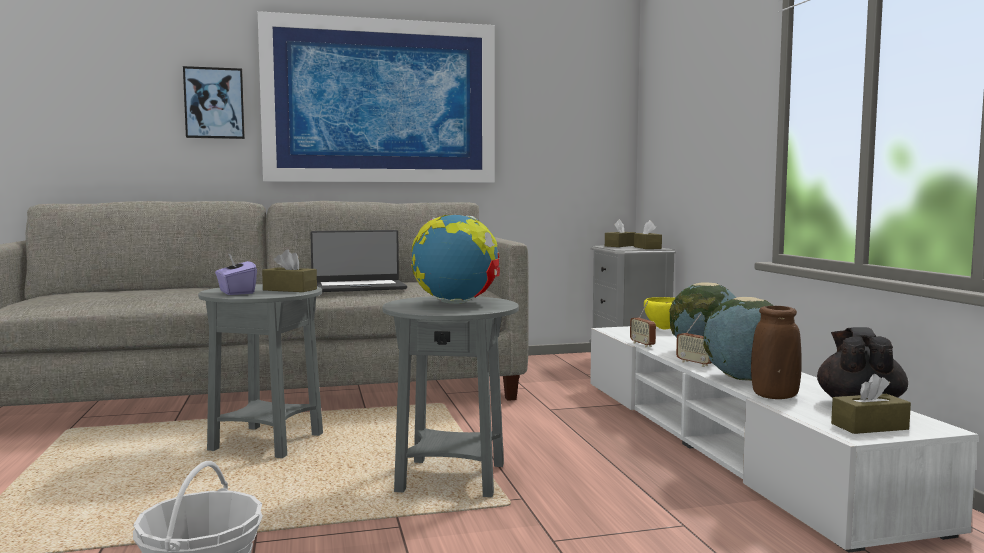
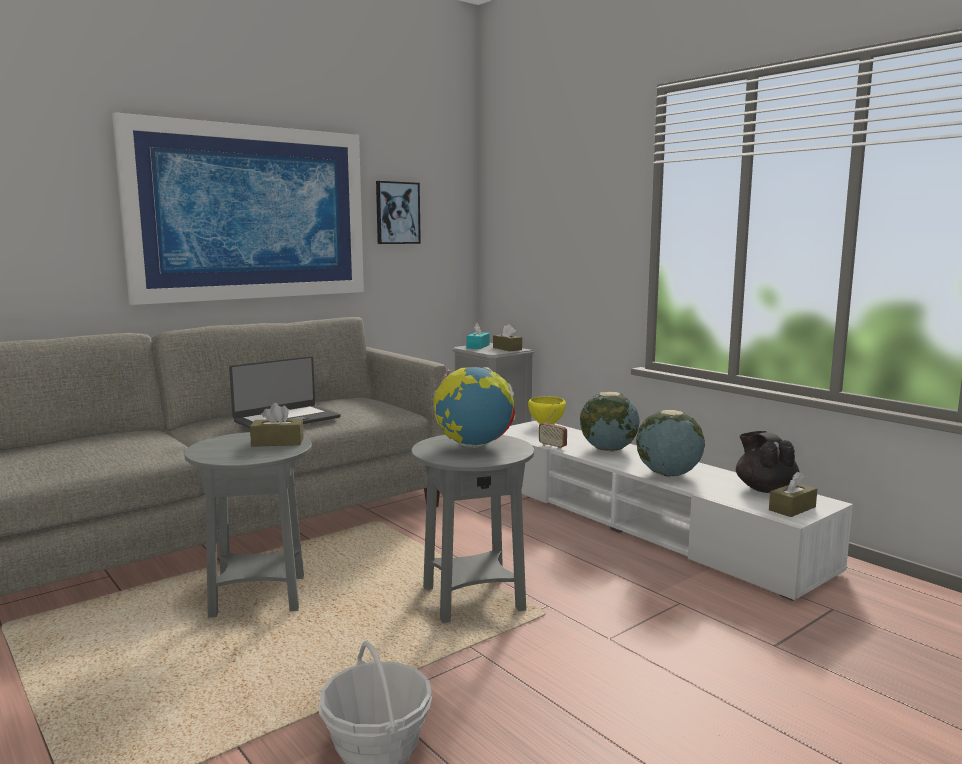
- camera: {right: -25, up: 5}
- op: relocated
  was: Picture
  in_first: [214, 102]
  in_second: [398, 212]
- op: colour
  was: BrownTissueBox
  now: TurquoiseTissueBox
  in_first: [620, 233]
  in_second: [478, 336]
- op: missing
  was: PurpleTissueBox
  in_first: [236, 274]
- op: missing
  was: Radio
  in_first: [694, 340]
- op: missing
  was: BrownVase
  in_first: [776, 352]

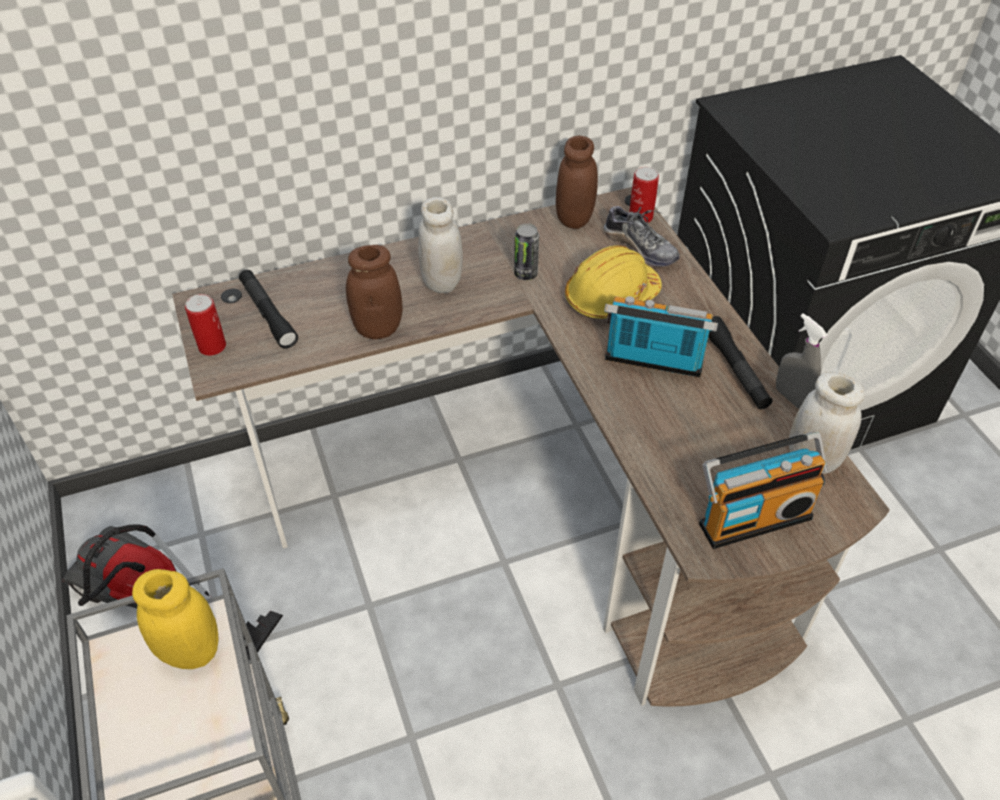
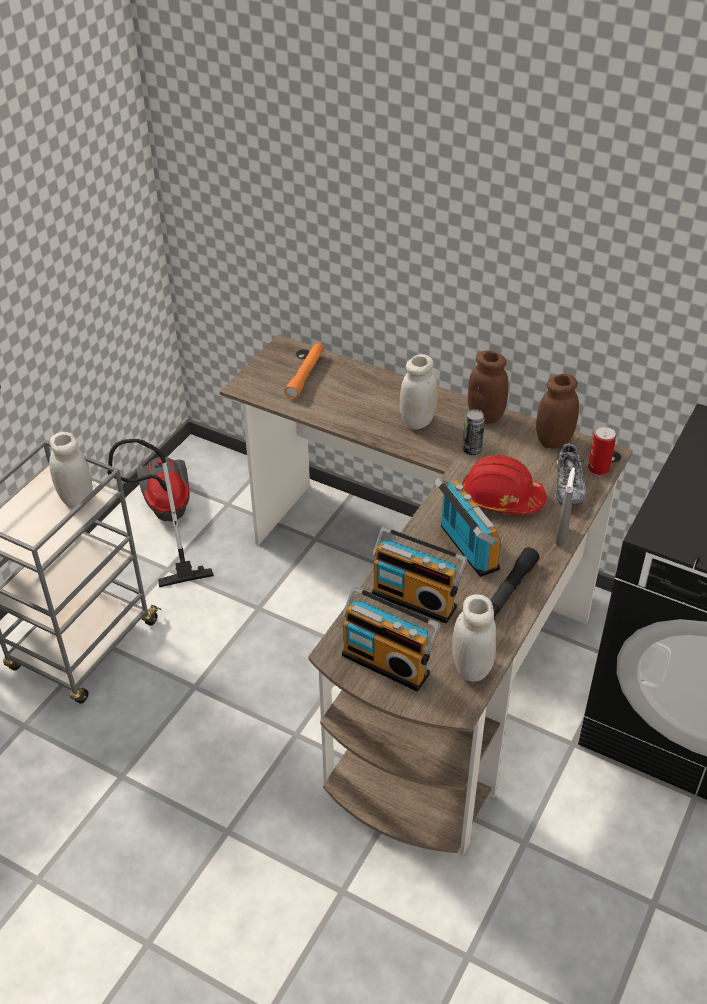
- camera: {right: 50, up: -5}
- op: colour
  was: YellowJar
  now: WhiteJar
  in_first: [175, 619]
  in_second: [71, 470]
- op: colour
  was: BlackFlashlight
  now: OrangeFlashlight
  in_first: [268, 309]
  in_second: [304, 370]
- op: appeared
  now: Radio
  in_second: [420, 575]
- op: colour
  was: YellowHardHat
  now: RedHardHat
  in_first: [613, 282]
  in_second: [504, 484]
- op: relocated
  was: BrownJar
  in_first: [374, 292]
  in_second: [488, 387]
- op: relocated
  was: GreySprayBottle
  in_first: [802, 361]
  in_second: [565, 506]
- op: missing
  was: Can
  in_first: [205, 325]

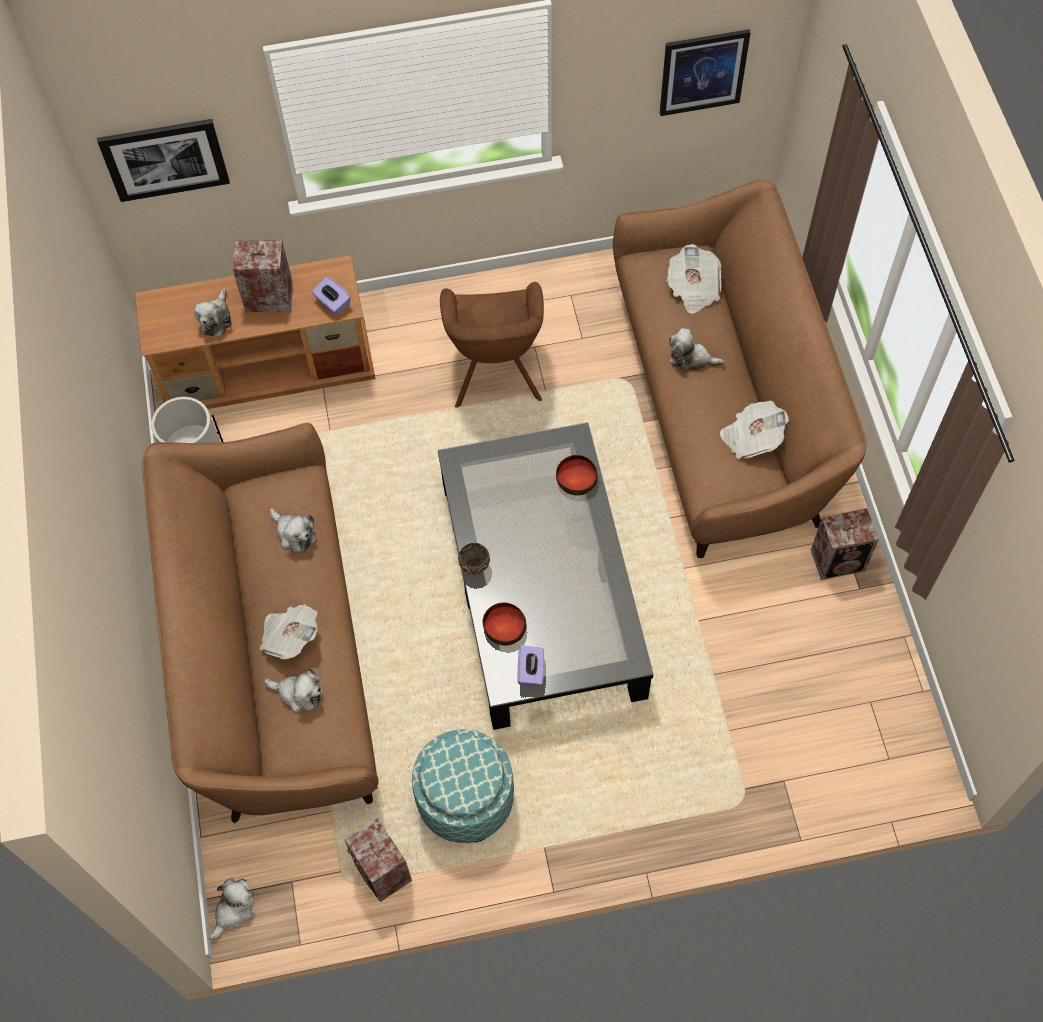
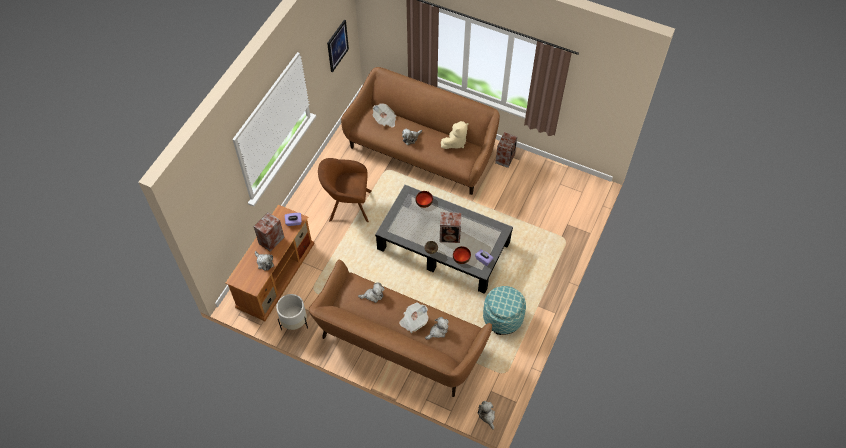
- camera: {right: -55, up: -5}
- op: spun
  was: BrownArmchair
  in_first: [492, 345]
  in_second: [345, 190]
  clockwise: 150
- op: relocated
  was: Speaker
  in_first: [378, 860]
  in_second: [450, 227]
- op: exchanged
  was: Newspaper
  now: BeigePlushToy
  in_first: [754, 430]
  in_second: [454, 135]
- op: missing
  was: Picture
  in_first: [163, 160]

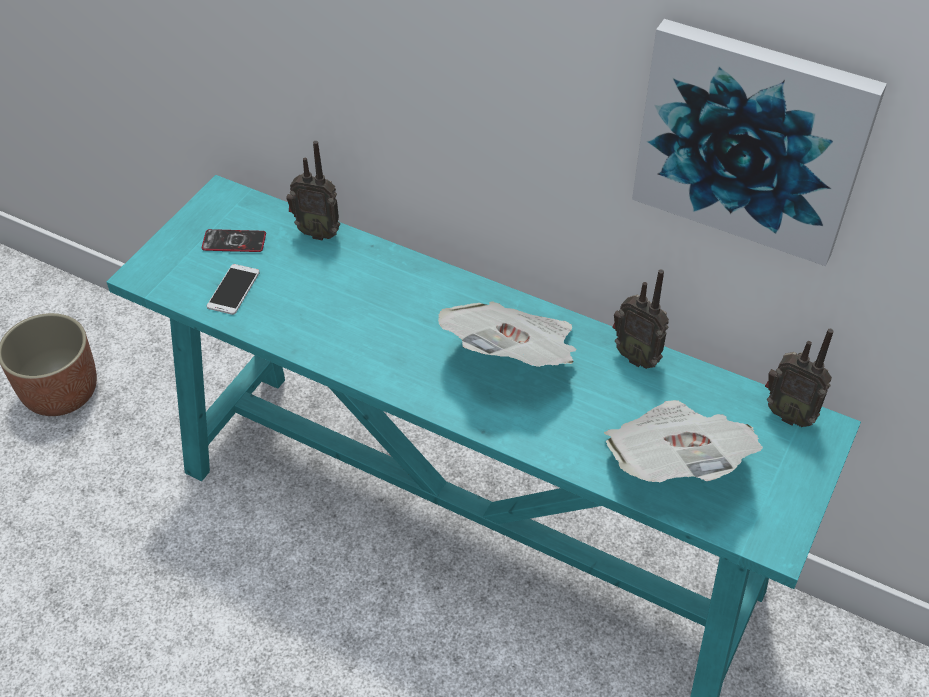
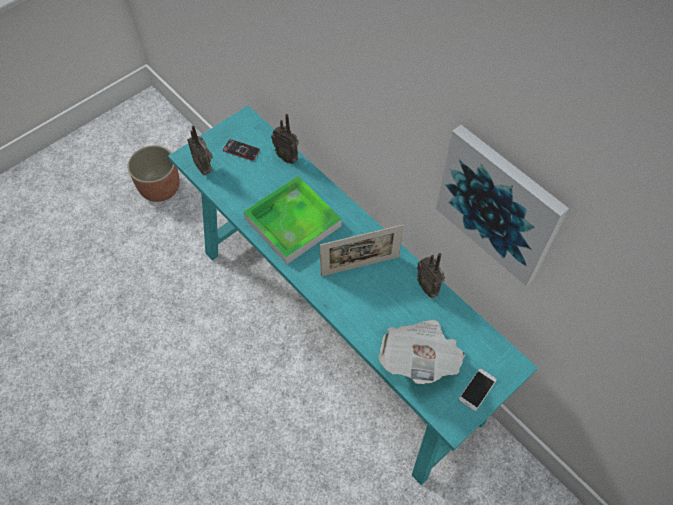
- camera: {right: 20, up: 10}
- op: relocated
  was: Radio
  in_first: [799, 378]
  in_second: [200, 150]
- op: appeared
  now: Tray
  in_second: [292, 220]
- op: exchanged
  was: Newspaper
  now: PictureFrame
  in_first: [507, 334]
  in_second: [362, 250]
- op: relocated
  was: Phone
  in_first: [233, 289]
  in_second: [478, 389]

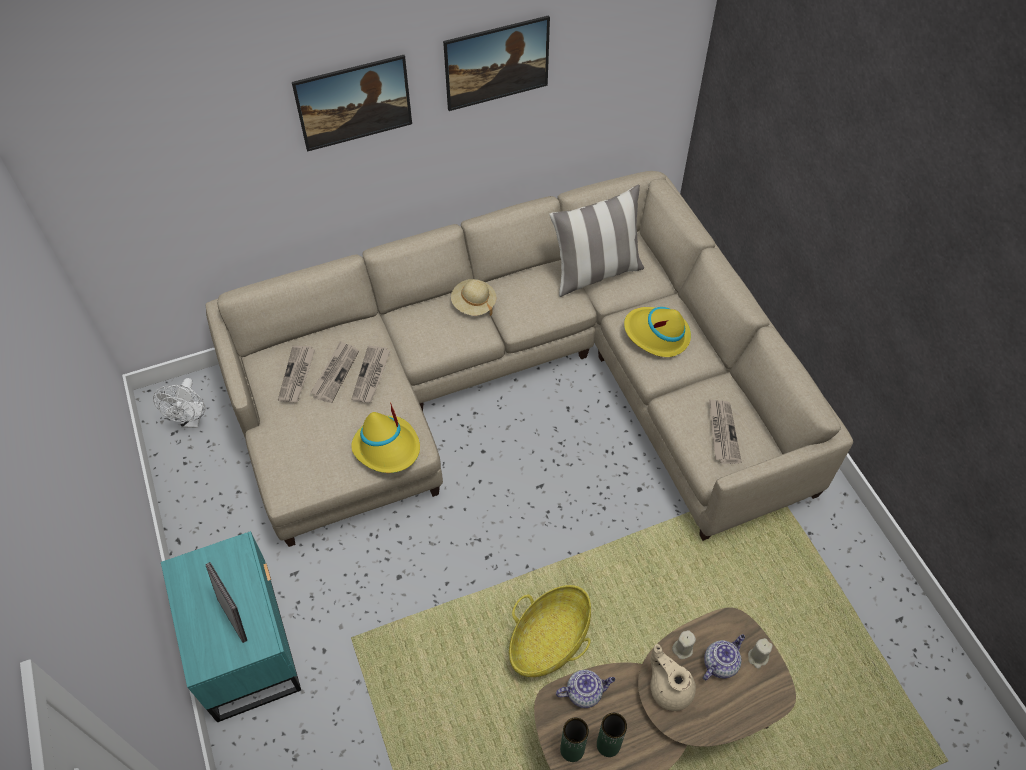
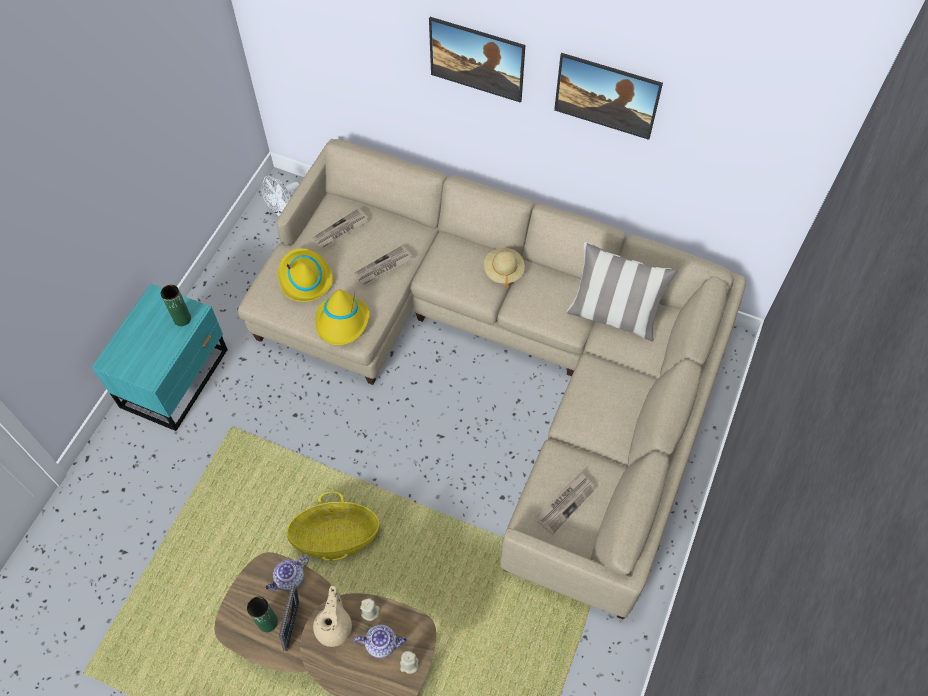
- camera: {right: 45, up: 5}
- op: relocated
  was: GreenVase
  in_first: [574, 740]
  in_second: [176, 305]
- op: spun
  was: Teapot
  in_first: [585, 689]
  in_second: [287, 573]
  clockwise: 105
- op: relocated
  was: YellowHat
  in_first: [657, 332]
  in_second: [305, 275]
- op: relocated
  was: PictureFrame
  in_first: [226, 602]
  in_second: [289, 617]
- op: missing
  was: Newspaper
  in_first: [334, 372]

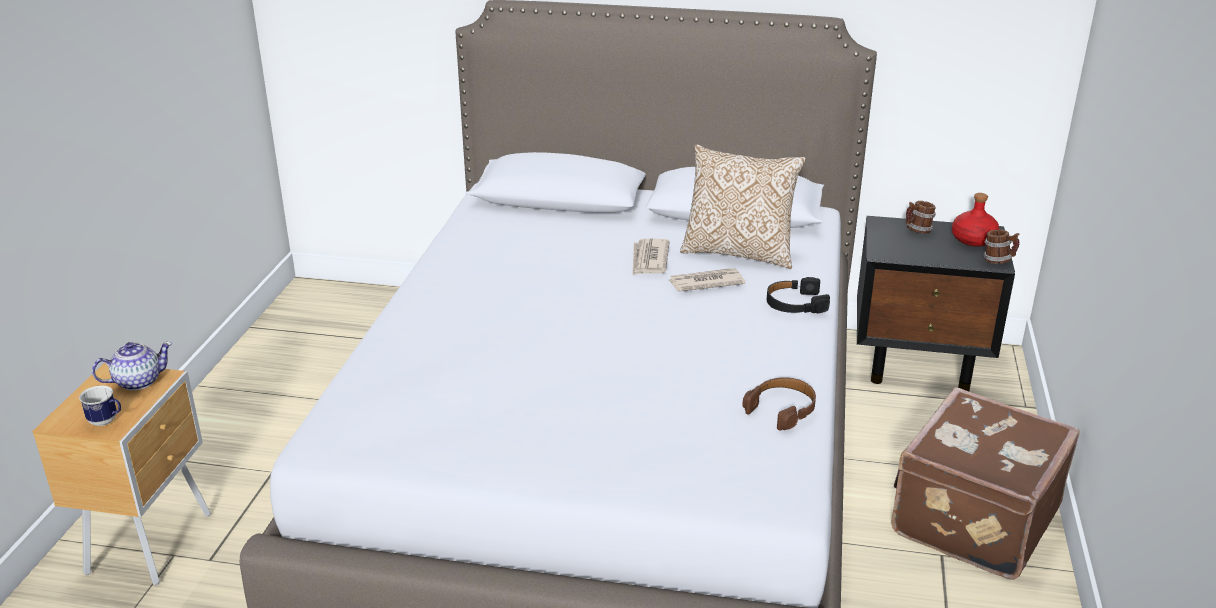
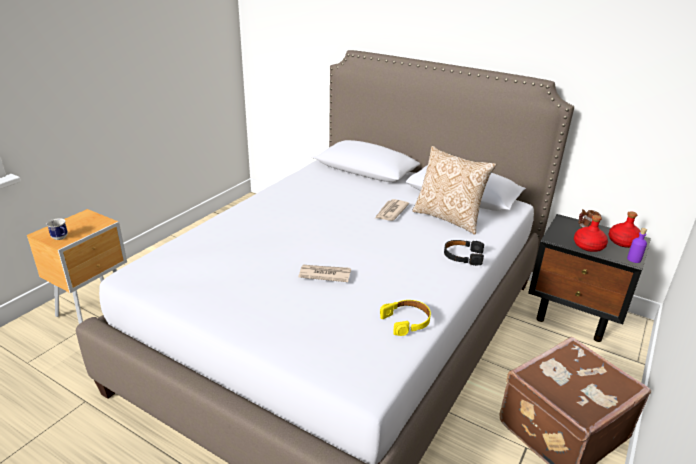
- camera: {right: 20, up: 0}
- op: relocated
  was: Newspaper
  in_first: [707, 279]
  in_second: [324, 273]
- op: colour
  was: BrownHeadphones
  now: YellowHeadphones
  in_first: [779, 403]
  in_second: [405, 318]
- op: appeared
  now: RedBottle
  in_second: [591, 233]
- op: exchanged
  was: Mug
  now: PurpleBottle
  in_first: [1001, 246]
  in_second: [637, 245]
- op: missing
  was: Teapot
  in_first: [132, 366]

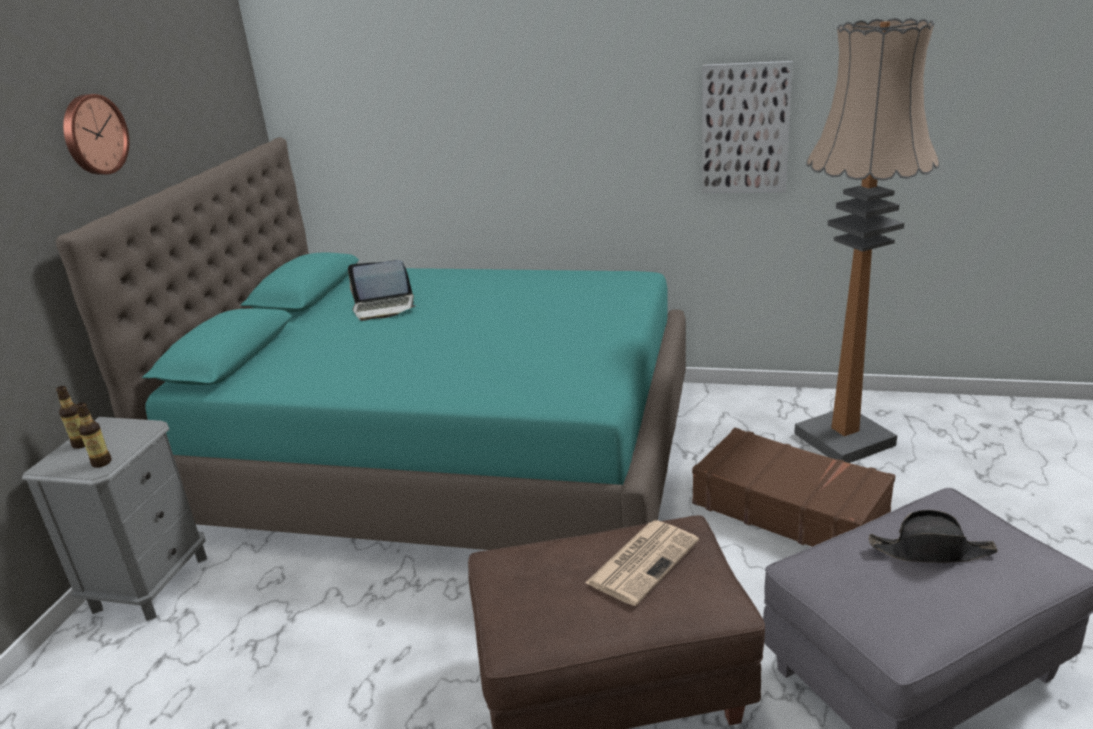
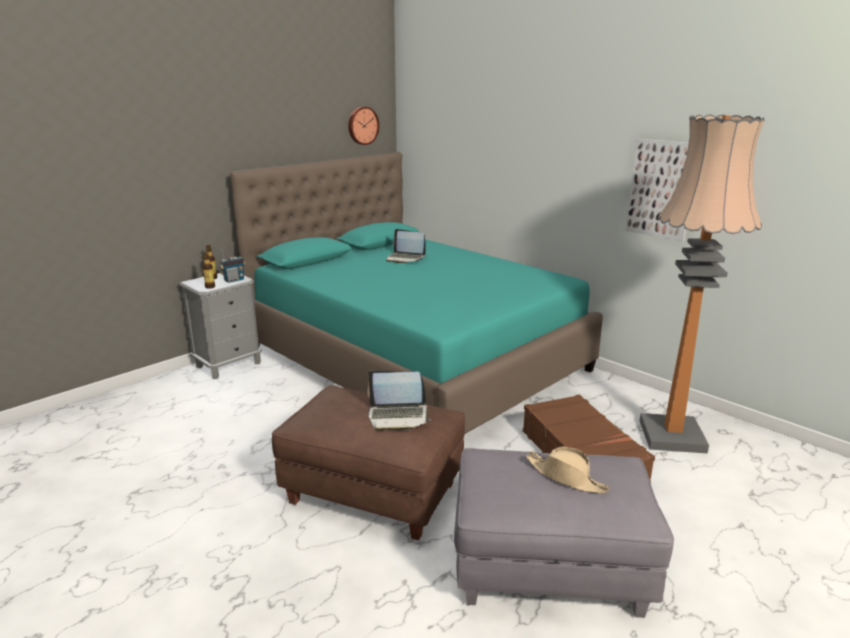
- camera: {right: 30, up: -5}
- op: appeared
  now: Radio
  in_second: [232, 266]
- op: relocated
  was: WallClock
  in_first: [96, 134]
  in_second: [364, 126]
- op: exchanged
  was: Newspaper
  now: Laptop
  in_first: [642, 563]
  in_second: [399, 401]
- op: colour
  was: BlackHat
  now: BeigeHat
  in_first: [933, 536]
  in_second: [568, 469]

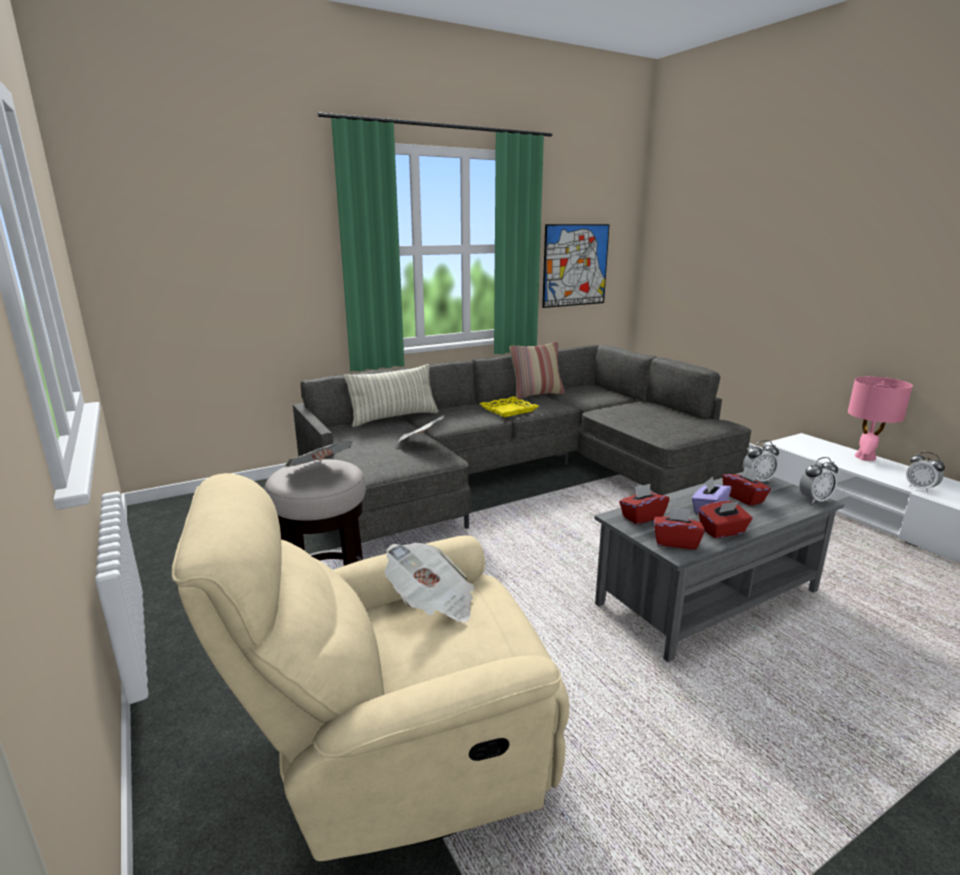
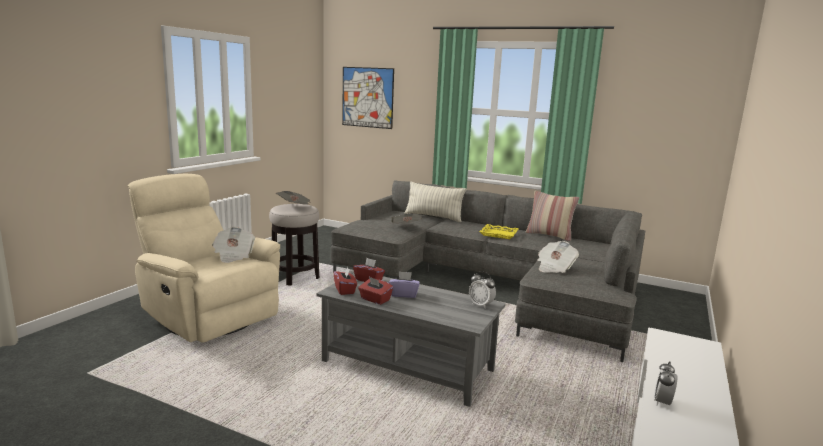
- camera: {right: 55, up: -5}
- op: relocated
  was: Picture
  in_first: [576, 266]
  in_second: [368, 98]
- op: appeared
  now: Newspaper
  in_second: [558, 257]
- op: missing
  was: RedTissueBox
  in_first: [746, 486]
- op: missing
  was: AlarmClock
  in_first: [818, 480]
- op: missing
  was: PinkTableLamp
  in_first: [880, 418]

